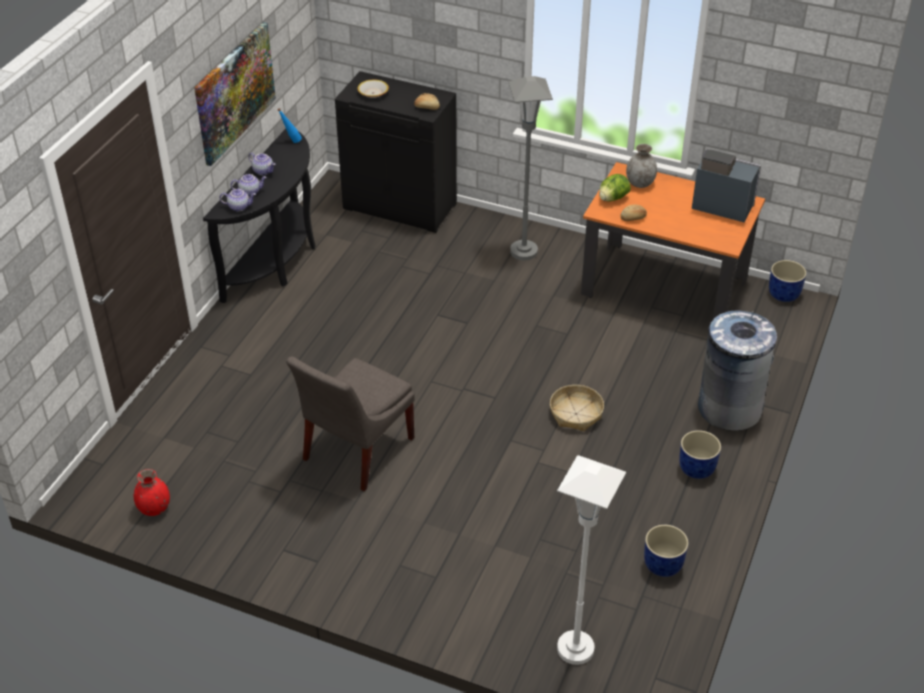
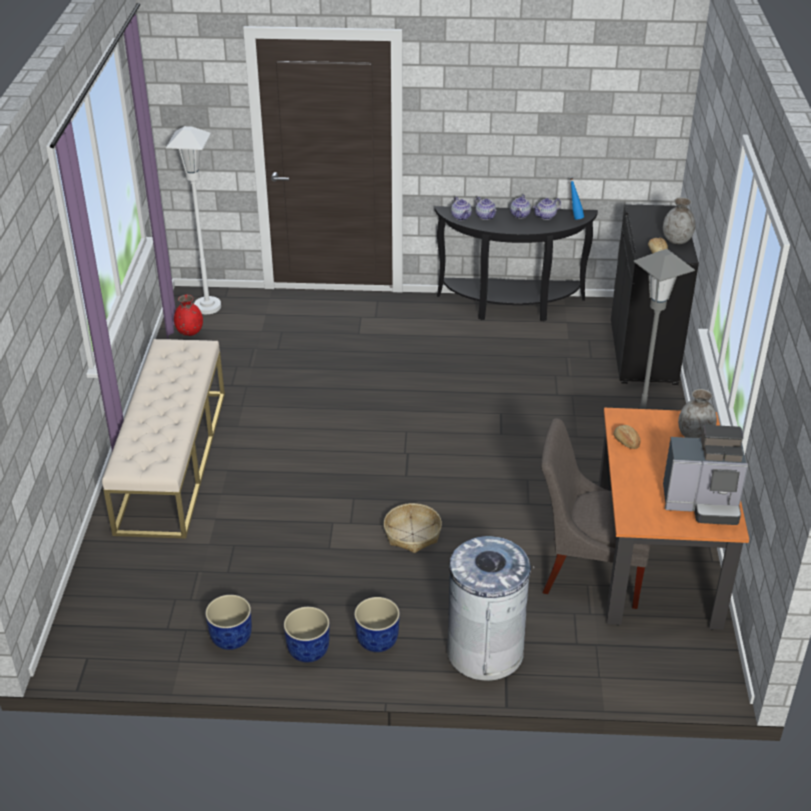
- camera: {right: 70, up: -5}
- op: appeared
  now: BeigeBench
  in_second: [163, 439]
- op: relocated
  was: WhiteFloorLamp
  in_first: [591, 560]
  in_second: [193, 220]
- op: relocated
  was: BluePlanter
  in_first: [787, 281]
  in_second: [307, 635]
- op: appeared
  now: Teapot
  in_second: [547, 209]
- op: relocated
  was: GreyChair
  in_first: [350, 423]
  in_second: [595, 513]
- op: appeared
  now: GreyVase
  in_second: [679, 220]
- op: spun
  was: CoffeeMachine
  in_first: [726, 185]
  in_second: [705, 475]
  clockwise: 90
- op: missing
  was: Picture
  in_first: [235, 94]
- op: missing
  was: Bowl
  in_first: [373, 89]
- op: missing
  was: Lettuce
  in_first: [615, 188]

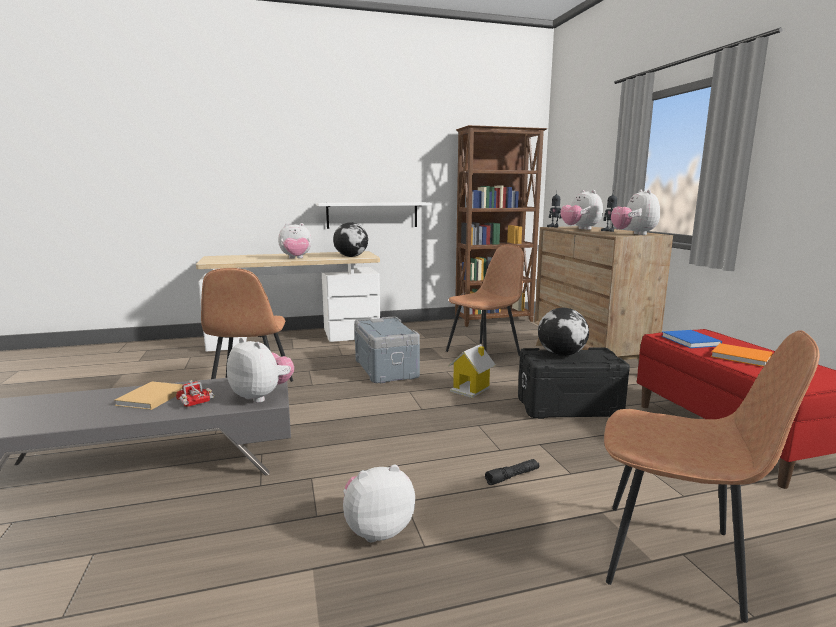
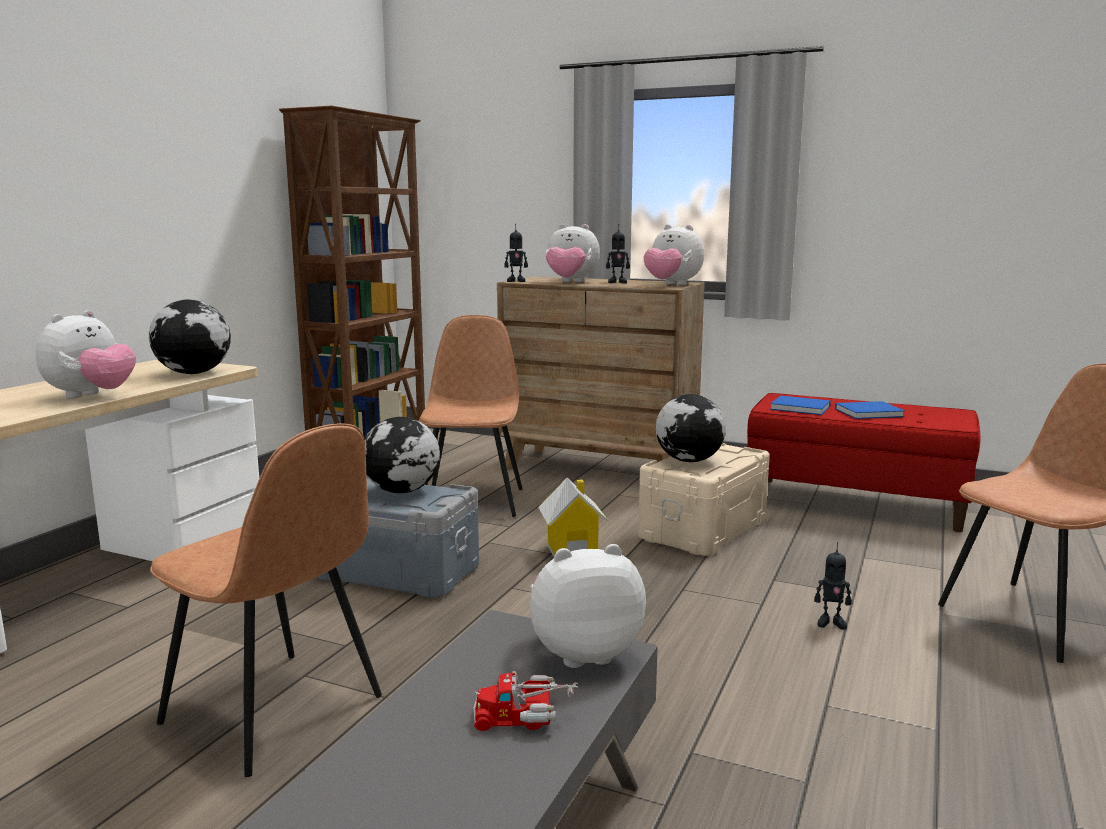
- camera: {right: -50, up: 0}
- op: appeared
  now: Globe
  in_second: [402, 455]
- op: colour
  was: BlackStorageBox
  now: BeigeStorageBox
  in_first: [574, 383]
  in_second: [704, 499]
- op: exchanged
  was: BlackFlashlight
  now: ToyRobot
  in_first: [512, 472]
  in_second: [833, 586]
- op: colour
  was: OrangeBook
  now: BlueBook
  in_first: [742, 355]
  in_second: [870, 410]
- op: missing
  was: BeigeBook
  in_first: [148, 395]
- op: missing
  was: WhiteShelf
  in_first: [374, 215]
- op: missing
  was: PlushToy
  in_first: [379, 503]

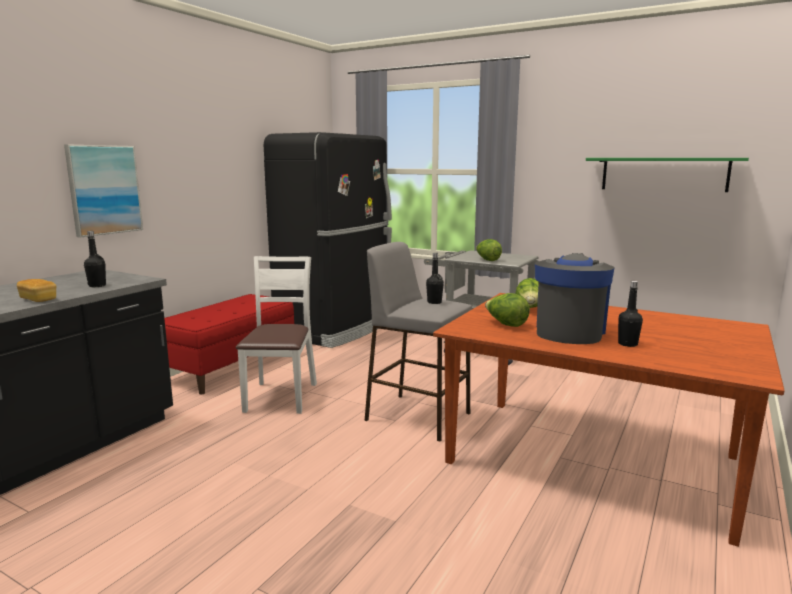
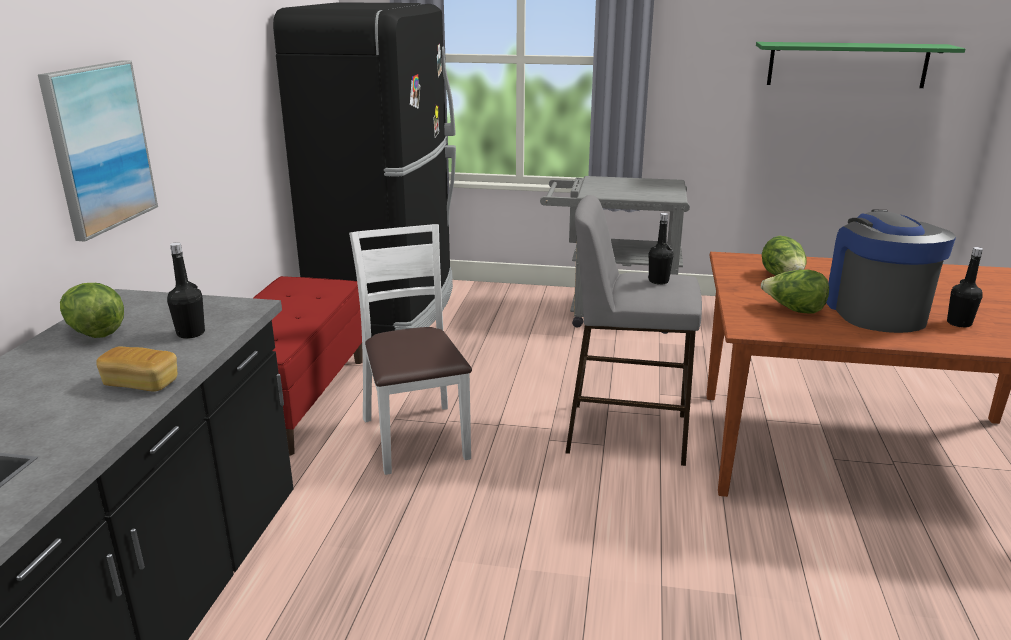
- camera: {right: -20, up: 10}
- op: relocated
  was: Lettuce
  in_first: [489, 250]
  in_second: [92, 310]

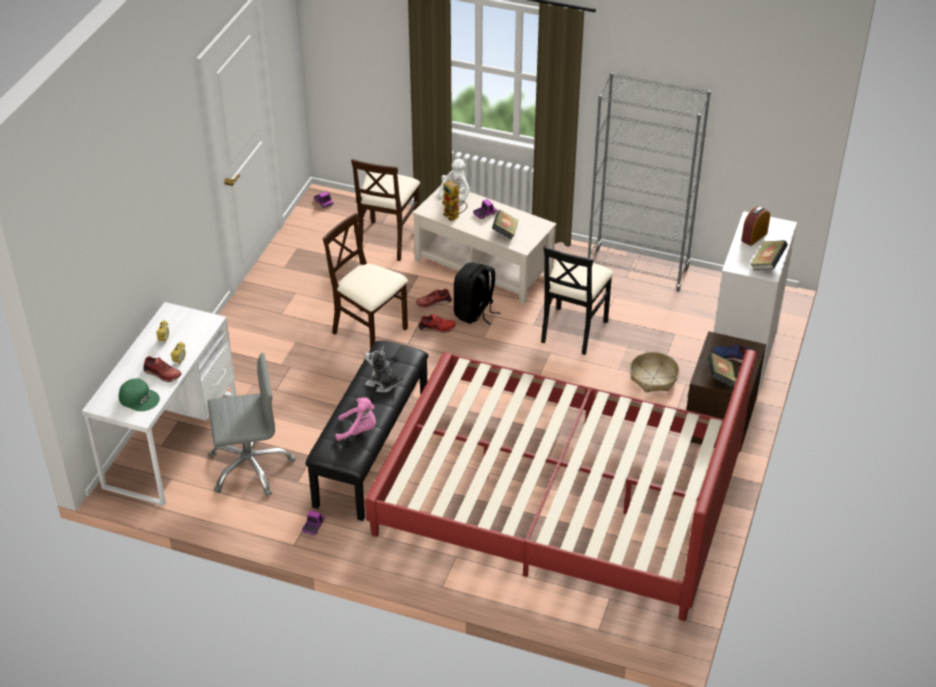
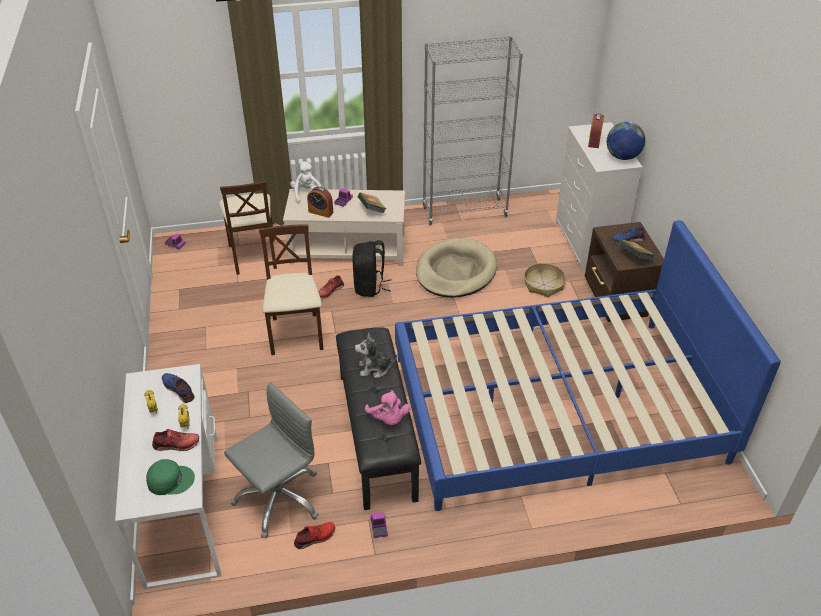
- camera: {right: -30, up: 0}
- op: appeared
  now: BlueShoe
  in_second: [178, 388]
- op: spun
  was: BeigeChair
  in_first: [365, 281]
  in_second: [291, 289]
  clockwise: 75
- op: relocated
  was: RedShoe
  in_first: [437, 323]
  in_second: [314, 535]
- op: exchanged
  was: ToyRobot
  now: AlarmClock
  in_first: [454, 200]
  in_second: [320, 202]
- op: spun
  was: PinkPlushToy
  in_first: [355, 419]
  in_second: [387, 407]
  clockwise: 90
- op: colour
  was: RedBed
  now: BlueBed
  in_first: [561, 485]
  in_second: [588, 365]
- op: exchanged
  was: BlackChair
  now: BeigeDogBed
  in_first: [577, 300]
  in_second: [456, 268]
- op: exchanged
  was: Book
  now: Globe
  in_first: [769, 255]
  in_second: [626, 141]

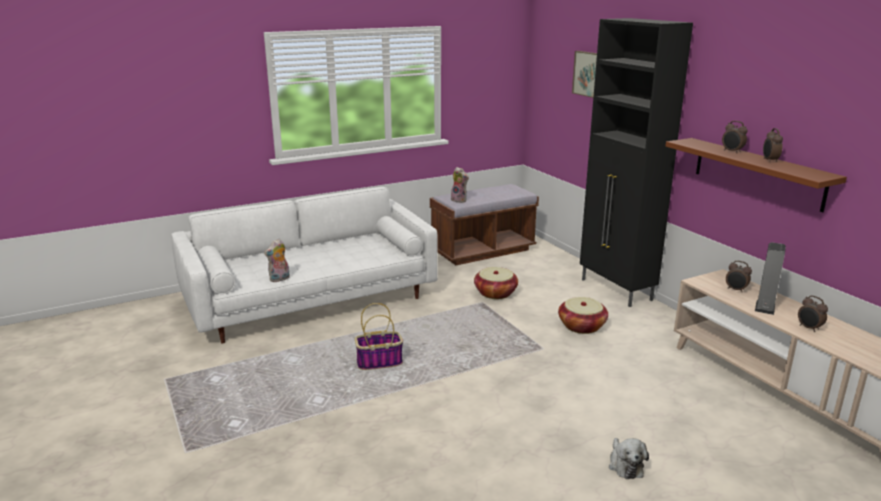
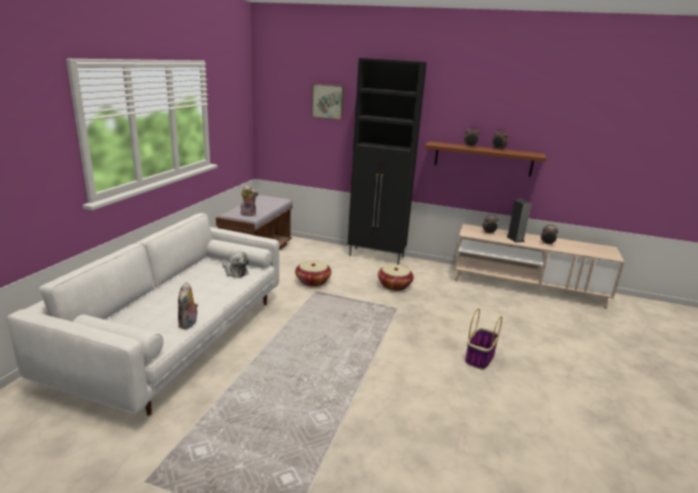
- camera: {right: -45, up: 0}
- op: relocated
  was: PlushToy
  in_first: [629, 458]
  in_second: [235, 264]
- op: relocated
  was: Basket
  in_first: [379, 336]
  in_second: [483, 339]

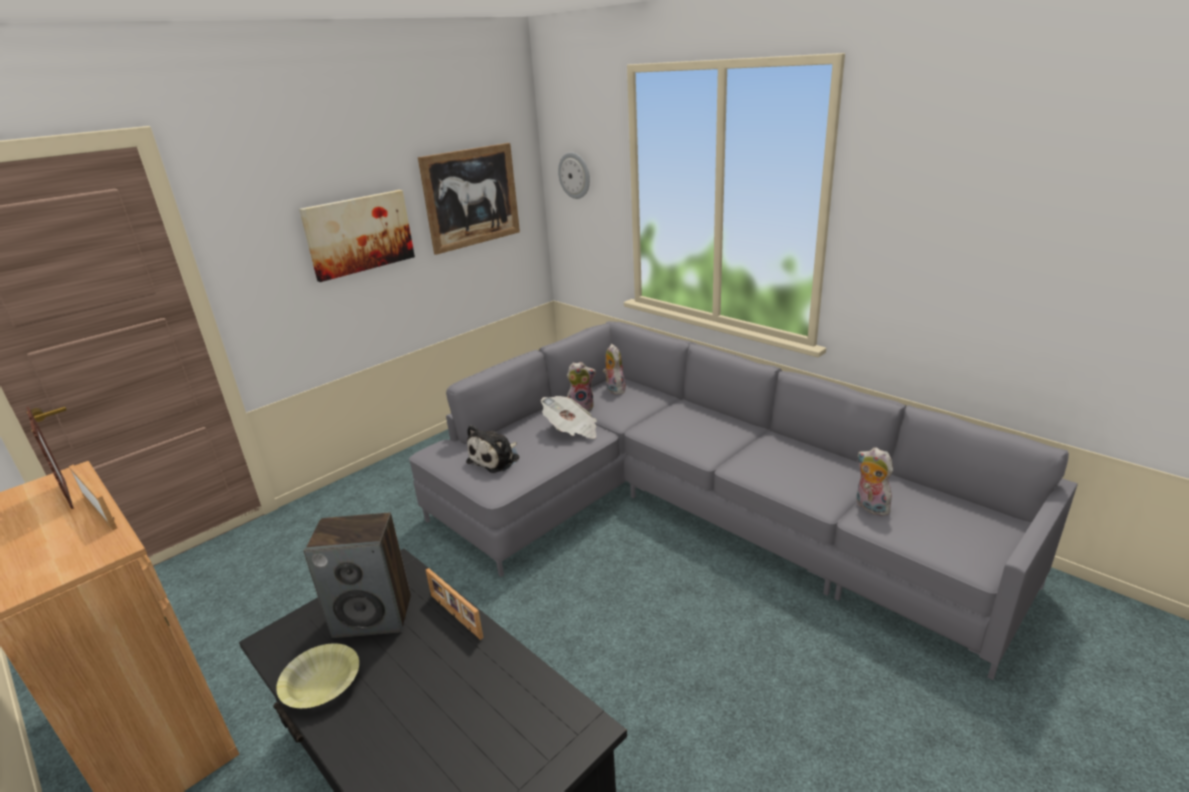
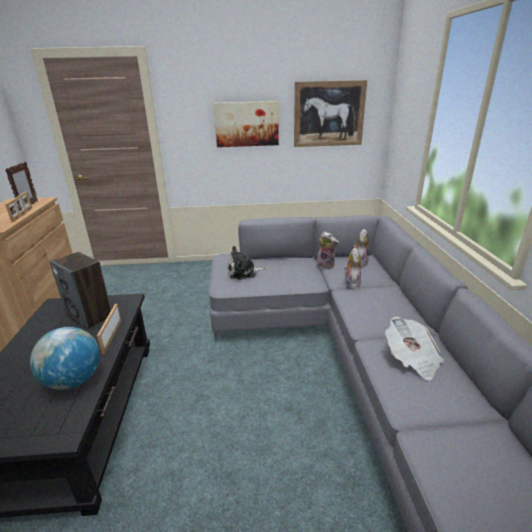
- camera: {right: 40, up: 0}
- op: appeared
  now: Globe
  in_second: [65, 358]
- op: relocated
  was: PlushToy
  in_first: [875, 481]
  in_second: [352, 269]
- op: relocated
  was: Newspaper
  in_first: [569, 417]
  in_second: [414, 348]
- op: missing
  was: YellowBowl
  in_first: [317, 675]
- op: missing
  was: WallClock
  in_first: [574, 175]

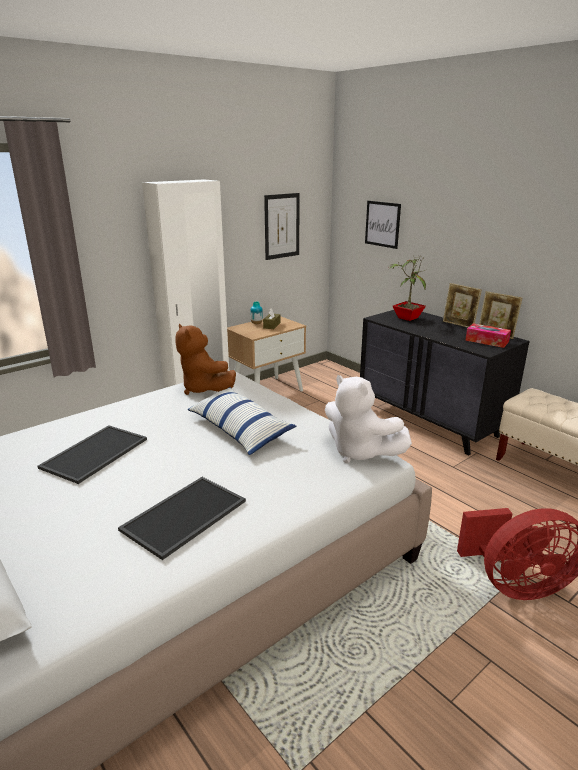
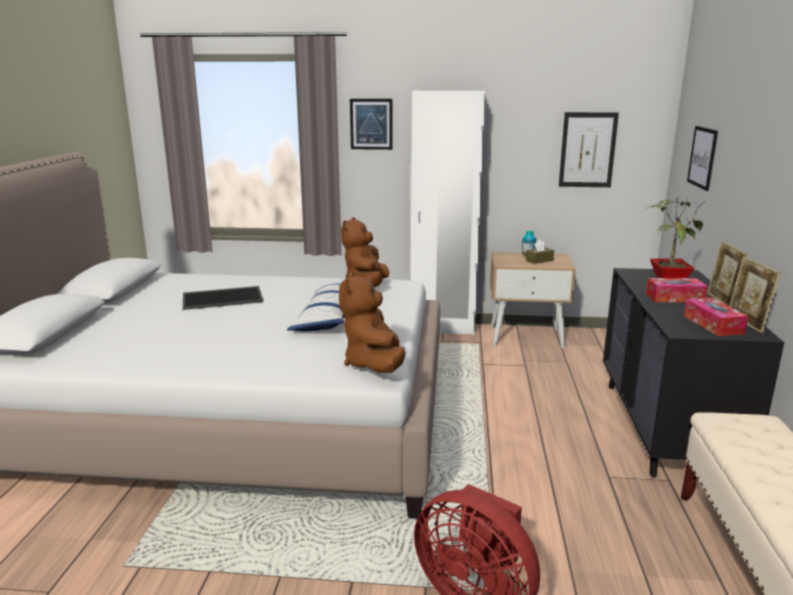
- camera: {right: 45, up: -5}
- op: colour
  was: WhitePlushToy
  now: BrownPlushToy
  in_first: [368, 419]
  in_second: [372, 322]
- op: appeared
  now: Picture
  in_second: [371, 124]
- op: appeared
  now: TissueBox
  in_second: [677, 290]
- op: missing
  was: Tray
  in_first: [182, 518]

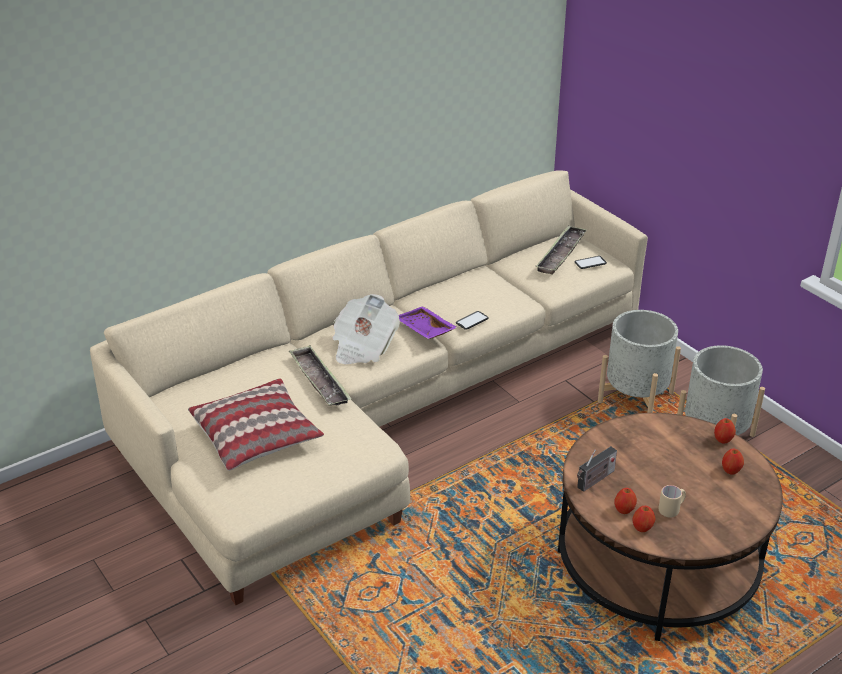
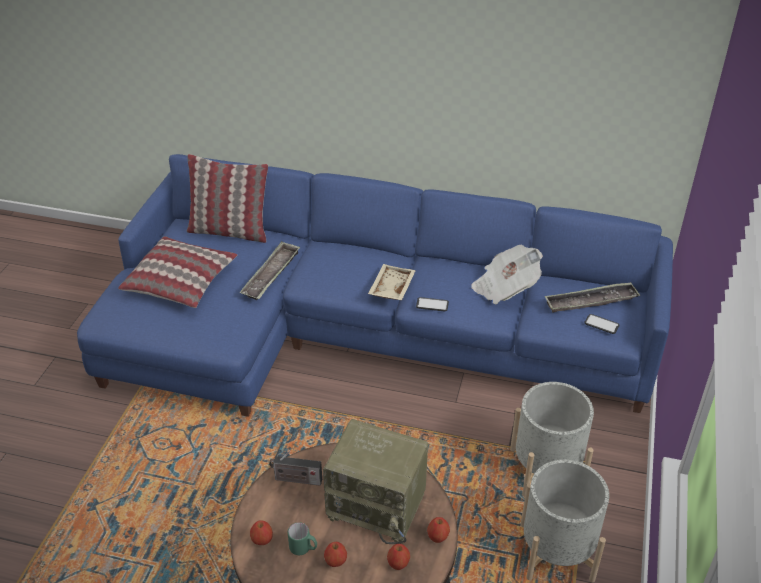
- camera: {right: 50, up: 5}
- op: colour
  was: BeigeSofa
  now: BlueSofa
  in_first: [369, 387]
  in_second: [375, 285]
- op: appeared
  now: Pillow
  in_second: [227, 198]
- op: colour
  was: BeigeMug
  now: GreenMug
  in_first: [672, 501]
  in_second: [302, 538]
- op: appeared
  now: Radio
  in_second: [375, 481]
- op: relocated
  was: Apple
  in_first: [626, 501]
  in_second: [335, 554]
- op: colour
  was: PurpleTray
  now: BeigeTray
  in_first: [428, 322]
  in_second: [392, 282]
- op: relocated
  was: Newspaper
  in_first: [366, 329]
  in_second: [507, 274]

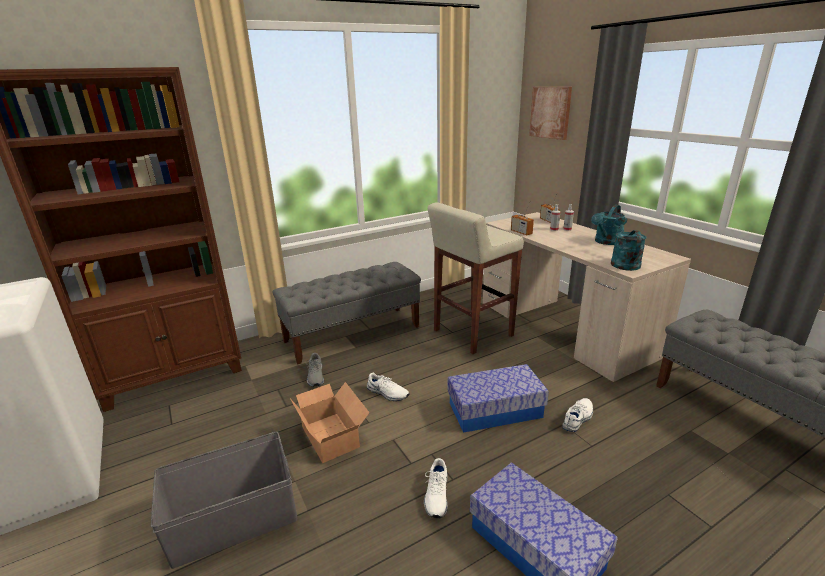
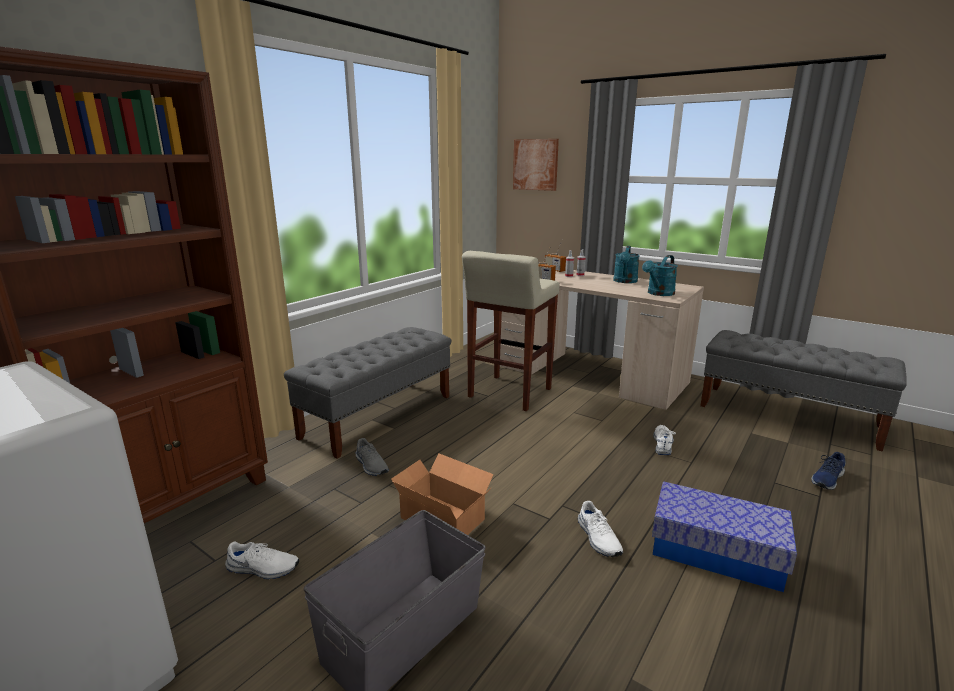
- camera: {right: -25, up: -5}
- op: relocated
  was: WhiteShoe
  in_first: [388, 387]
  in_second: [262, 560]
- op: spun
  was: TurquoiseWateringCan
  in_first: [628, 243]
  in_second: [660, 275]
  clockwise: -120
- op: appeared
  now: BlueShoe
  in_second: [829, 471]
- op: missing
  was: StorageBox
  in_first: [498, 398]

